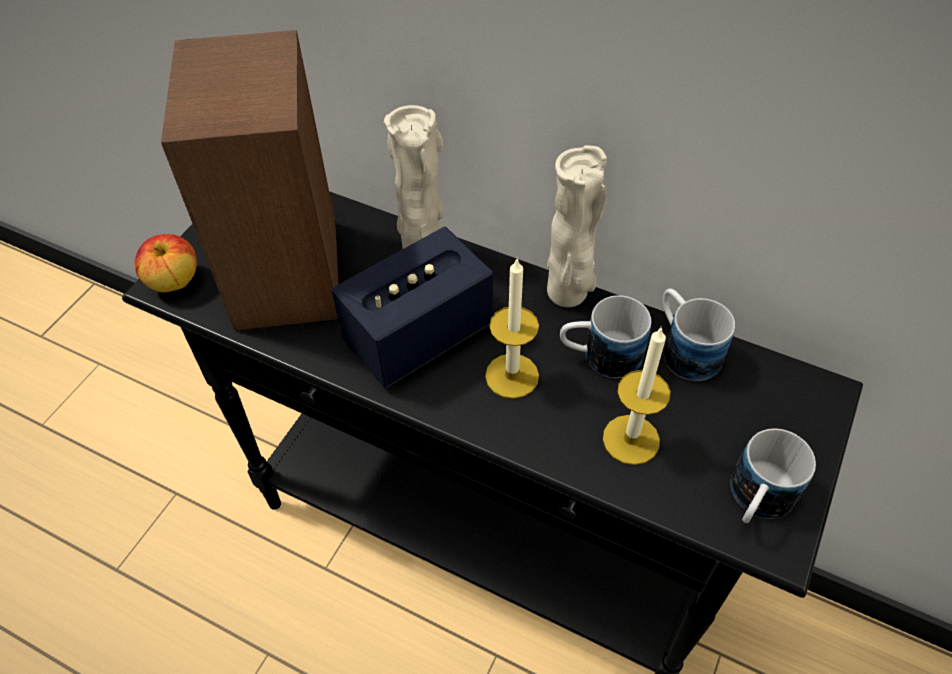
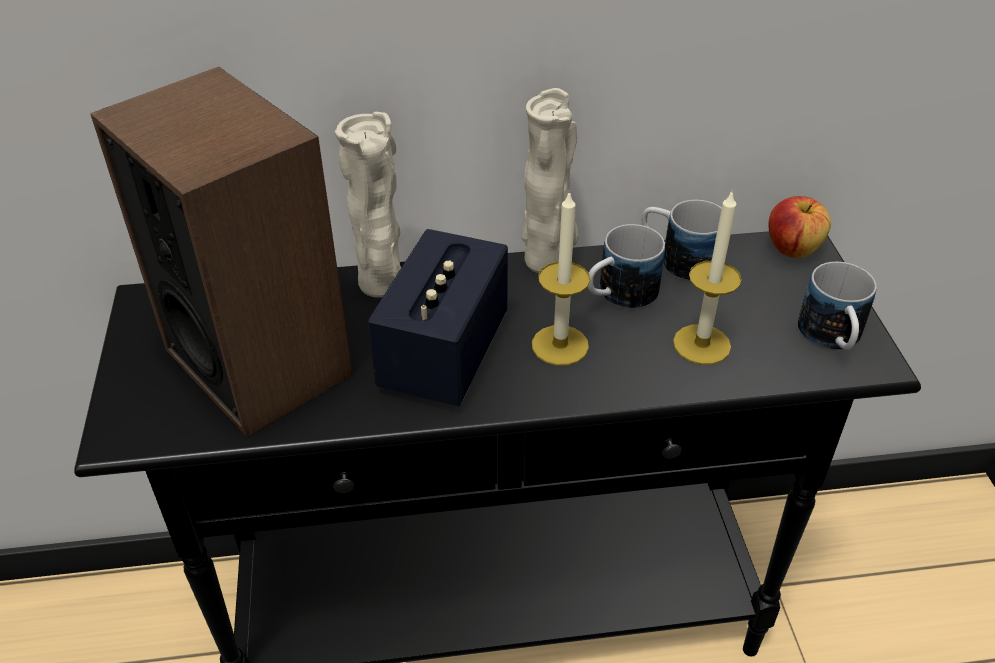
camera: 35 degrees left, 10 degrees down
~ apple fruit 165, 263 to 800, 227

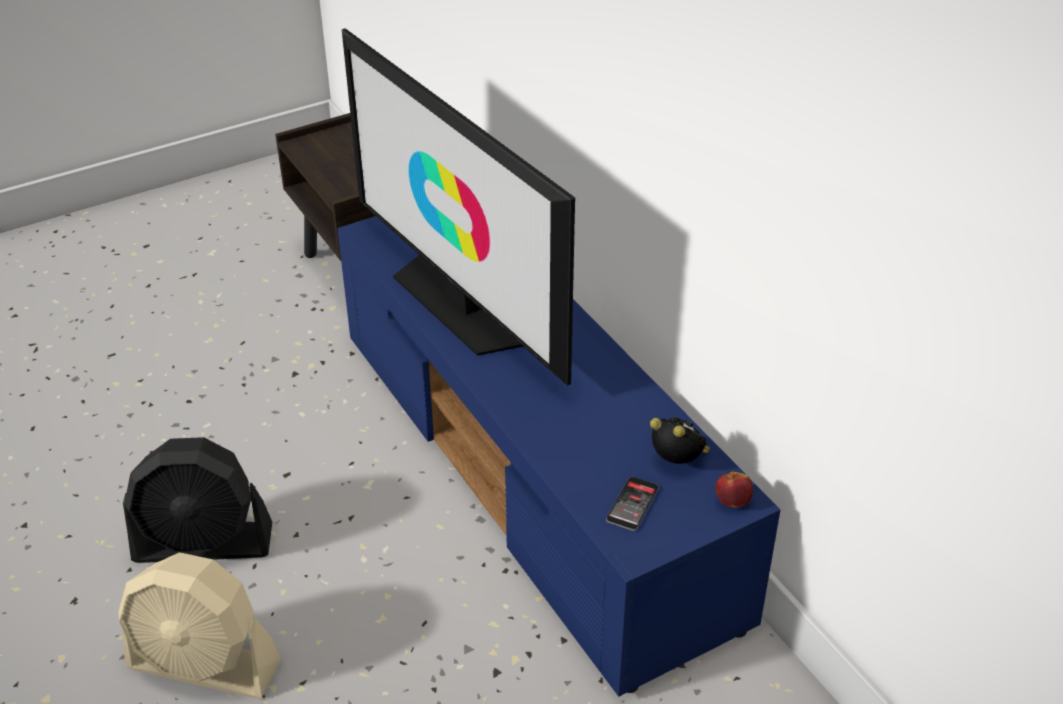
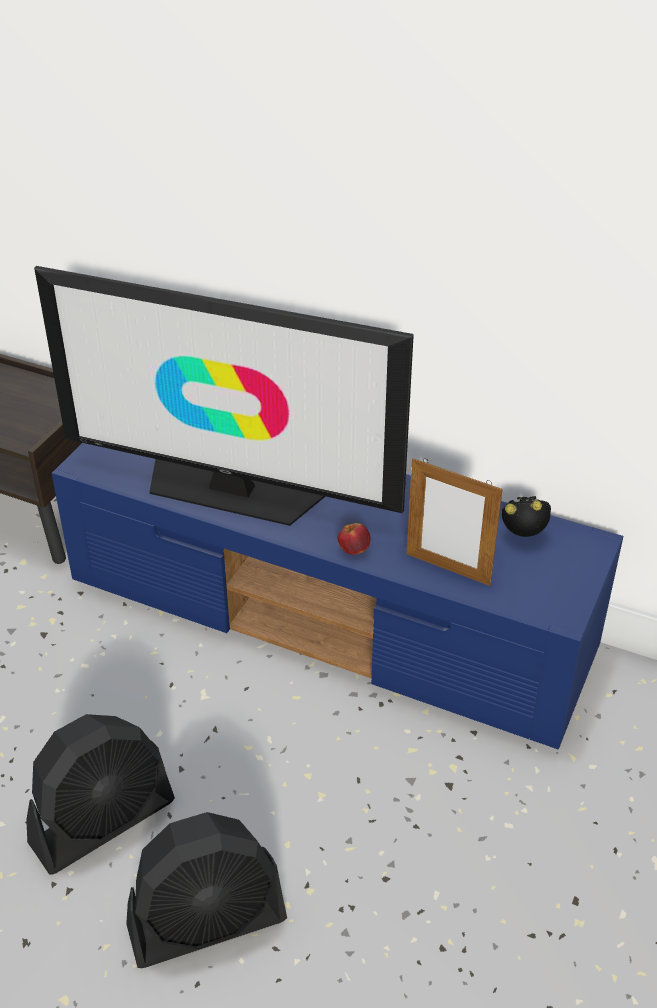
camera: 35 degrees left, 0 degrees up
- phone 632, 503
+ standing frame 454, 522
~ apple fruit 734, 489 to 353, 539
~ cooling fan (sand-coloured) 200, 625 to cooling fan (blackish) 206, 890

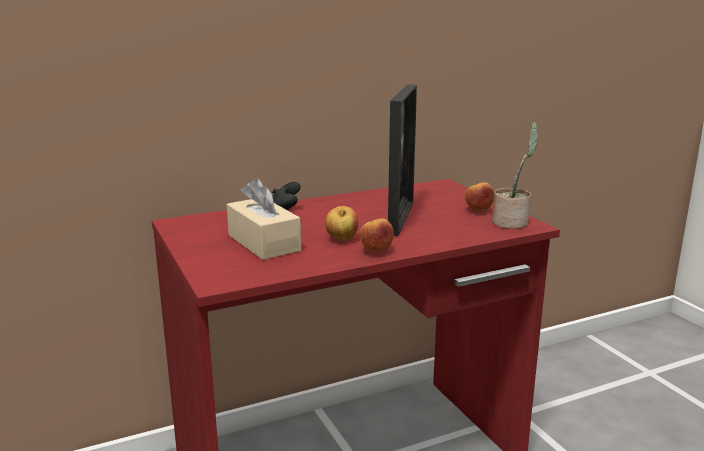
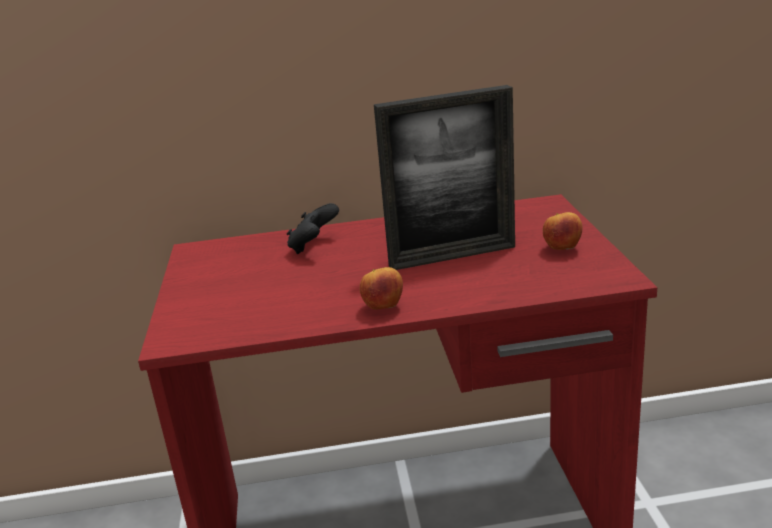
camera: 20 degrees right, 5 degrees up
- tissue holder (sand-coloured) 264, 219
- apple fruit 341, 223
- plant in a pot 515, 175
~ standing frame 402, 160 = 444, 177 45 degrees clockwise

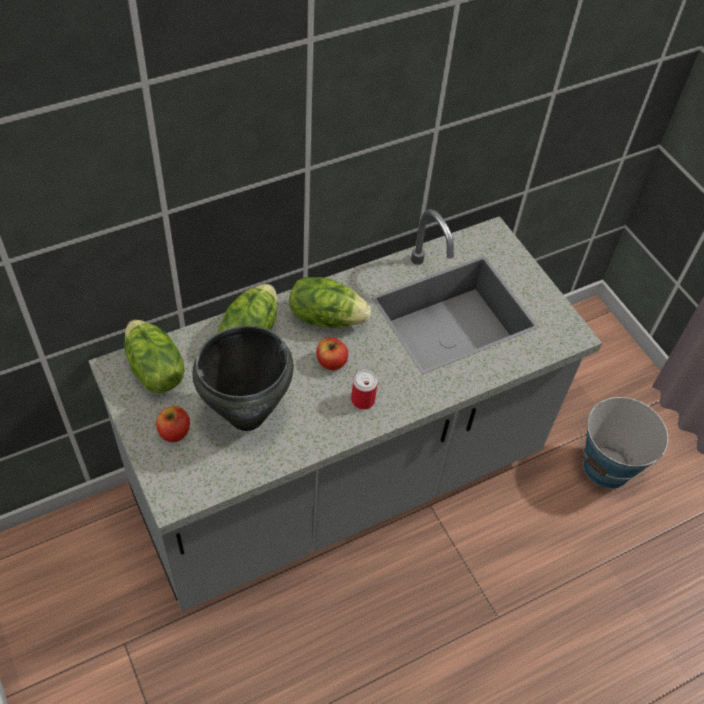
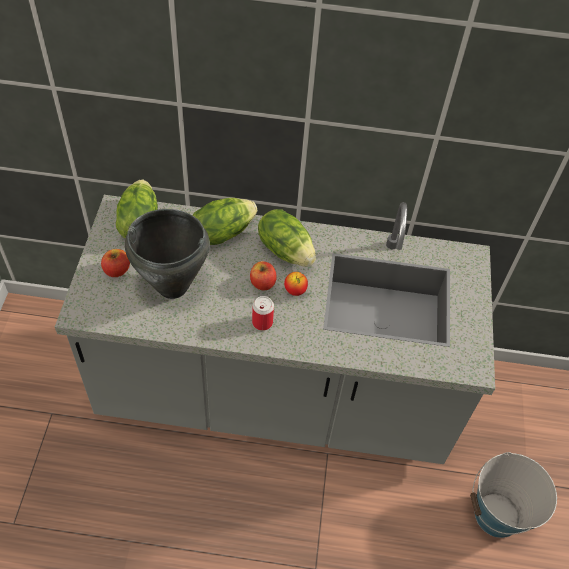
camera: 35 degrees right, 0 degrees up
+ apple fruit 296, 284

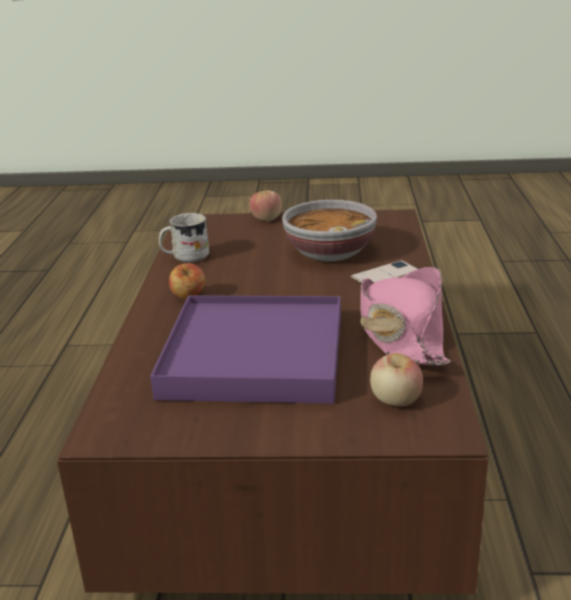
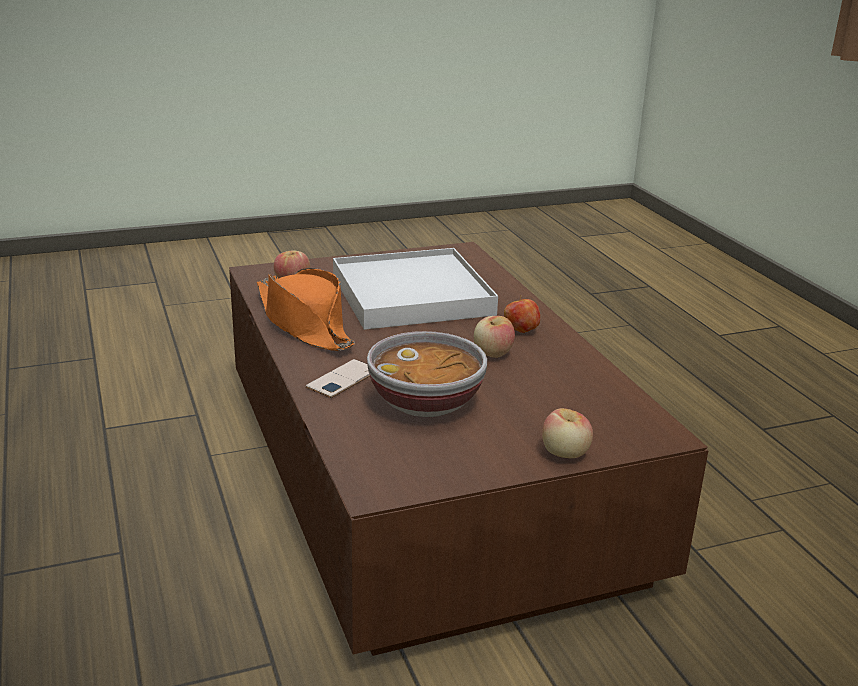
camera: 155 degrees right, 0 degrees up
- tea mug (whitish) 183, 238
+ apple fruit 494, 337
~ carrying tray (purple) 245, 349 to carrying tray (whitish) 415, 289
~ wearable hat (pink) 405, 316 to wearable hat (orange-coloured) 306, 309

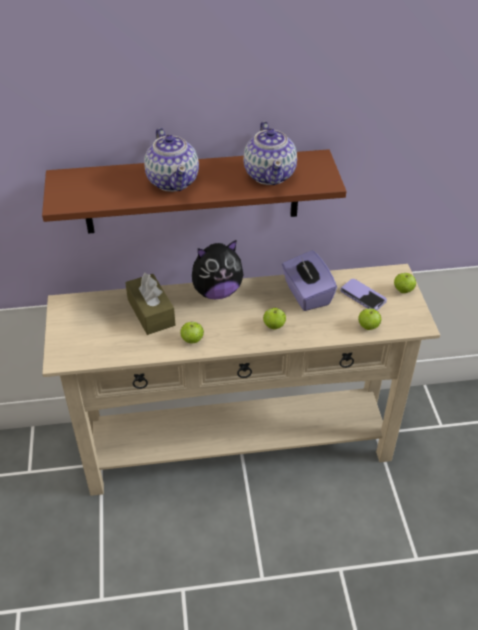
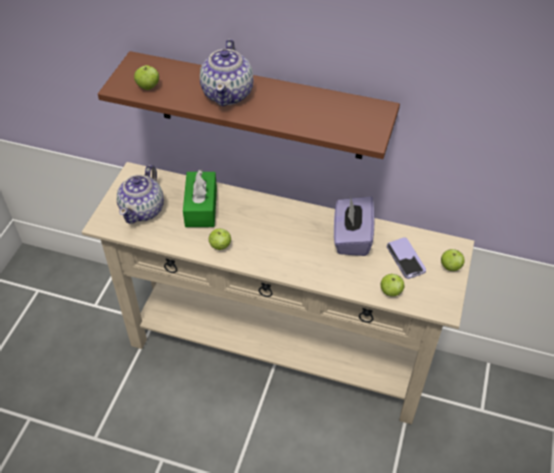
camera: 25 degrees right, 5 degrees up
- soft toy 217, 269
~ teapot 270, 153 to 140, 194
~ apple fruit 274, 318 to 146, 77
~ tissue holder (brownish) 150, 304 to tissue holder (green) 200, 198

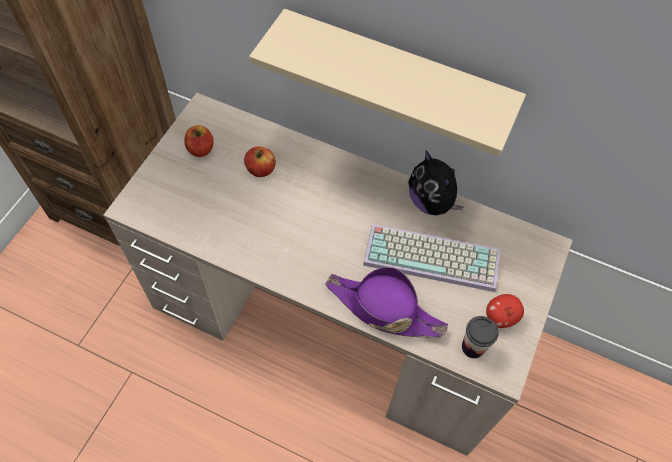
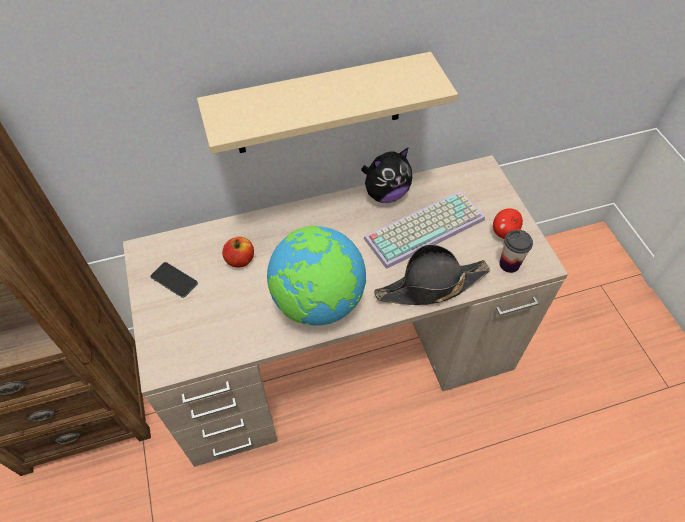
camera: 40 degrees left, 5 degrees down
+ globe 316, 276
~ apple fruit 199, 141 to phone 174, 280
~ wearable hat (purple) 386, 302 to wearable hat (blackish) 432, 274
~ soft toy 436, 182 = 386, 175 45 degrees counterclockwise

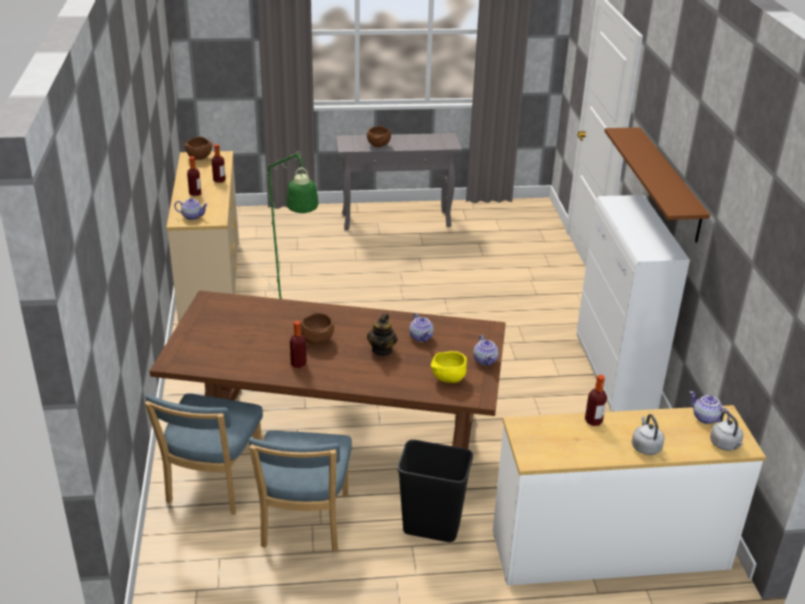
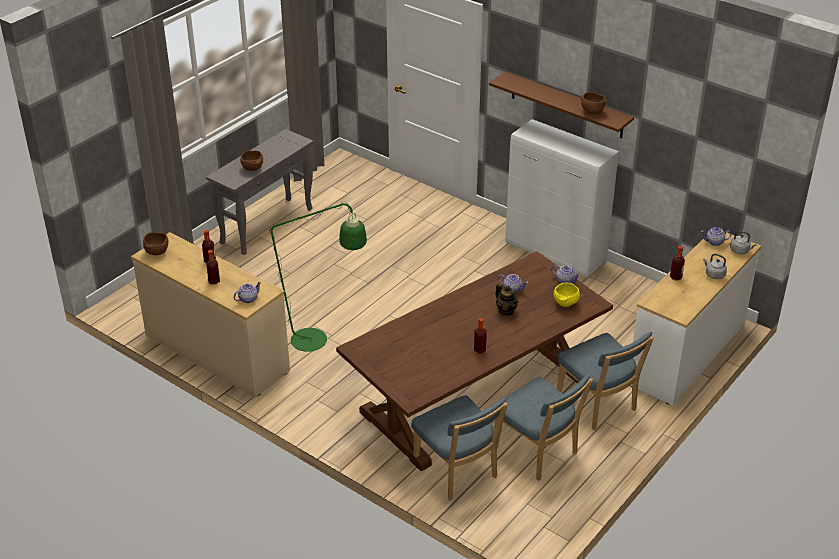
camera: 45 degrees left, 5 degrees up
~ serving bowl (brownish) 317, 329 to 594, 103
~ waste bin (blackish) 435, 491 to chair (bluish) 605, 381

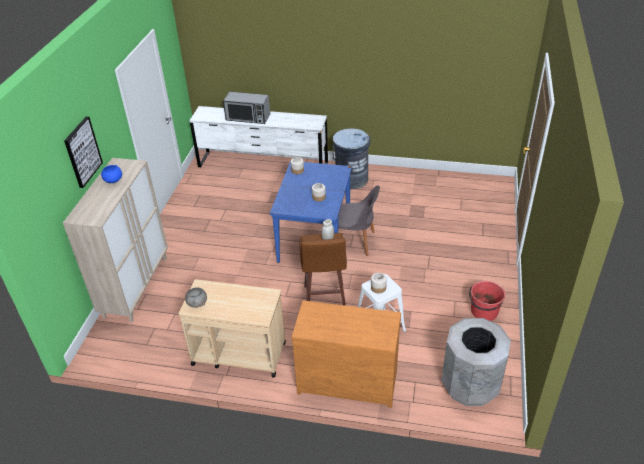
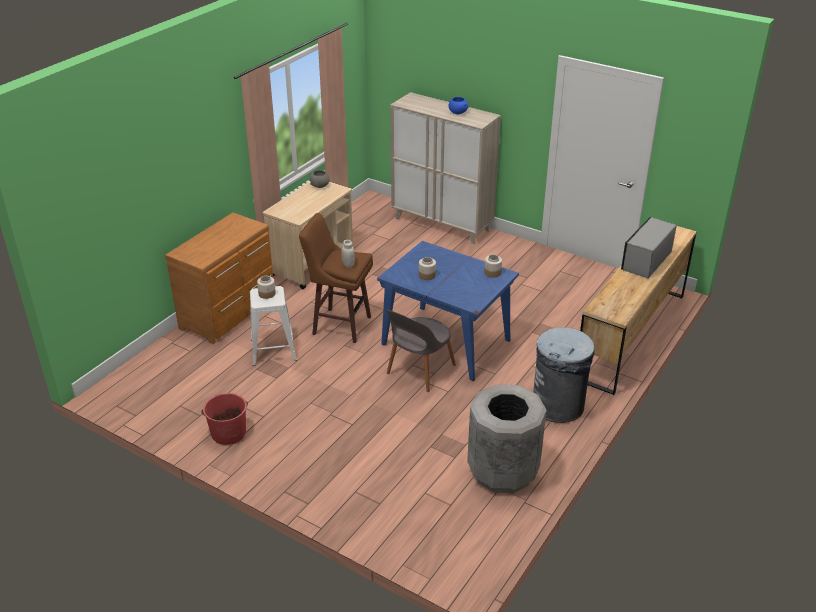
camera: 110 degrees right, 5 degrees down
- wall art 83, 152
~ waste bin (greyish) 476, 362 to 506, 438
~ drawer chest (whitish) 258, 136 to drawer chest (brownish) 638, 310

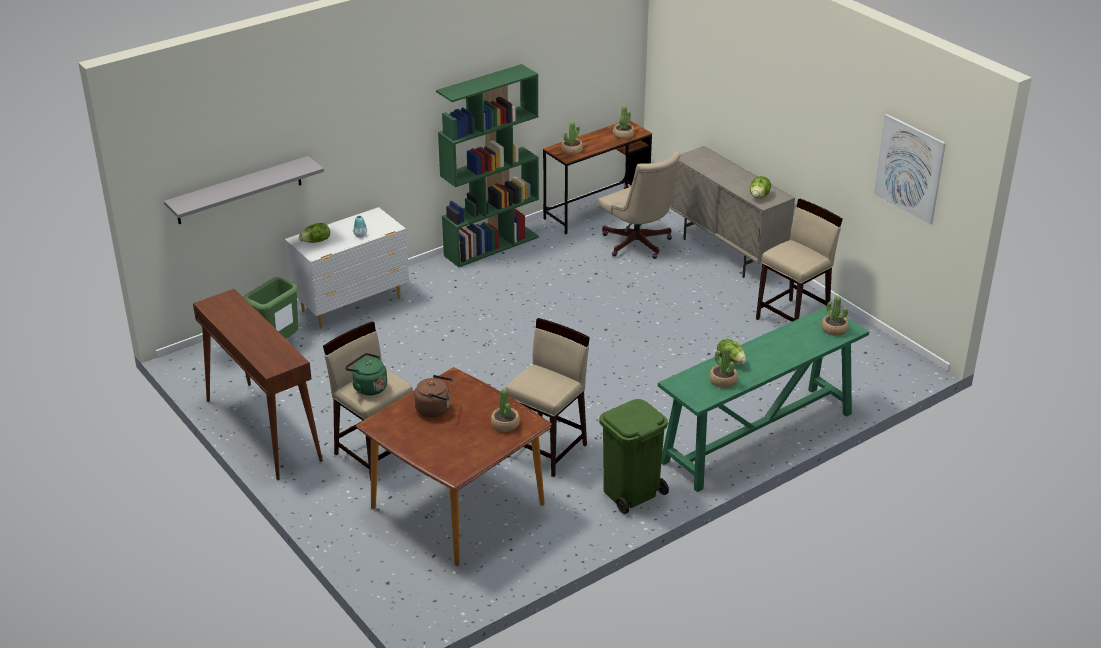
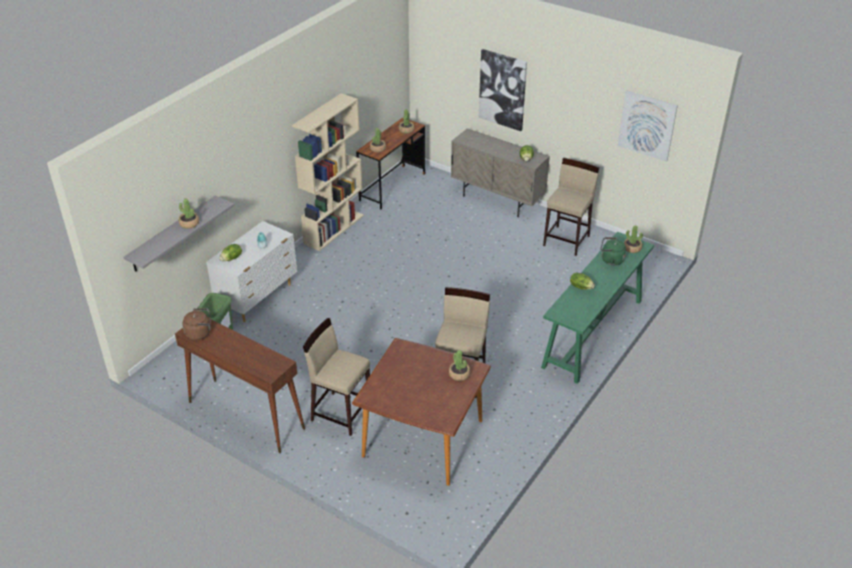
camera: 20 degrees left, 5 degrees up
- office chair (sand-coloured) 639, 205
- waste bin (green) 634, 456
+ wall art 503, 90
~ kettle (green) 366, 374 to 613, 251
~ kettle (brownish) 433, 396 to 196, 324
~ plant in a pot 724, 367 to 189, 214
~ bookcase (green) 487, 165 to bookcase (sand-coloured) 328, 172

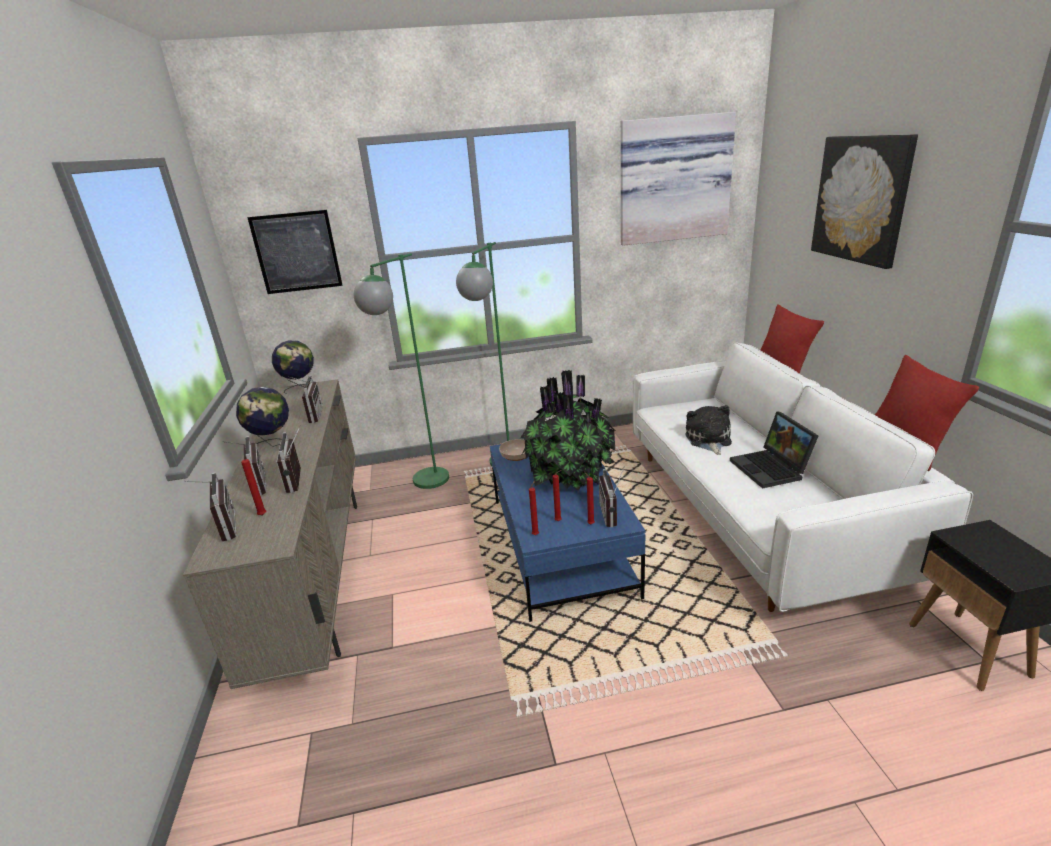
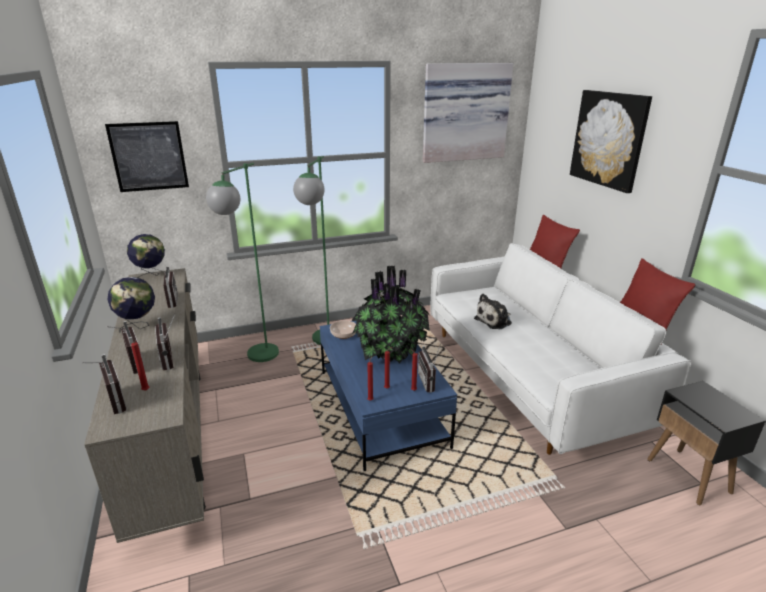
camera: 10 degrees left, 0 degrees up
- laptop 774, 450
~ soft toy 709, 430 = 493, 311 120 degrees counterclockwise

